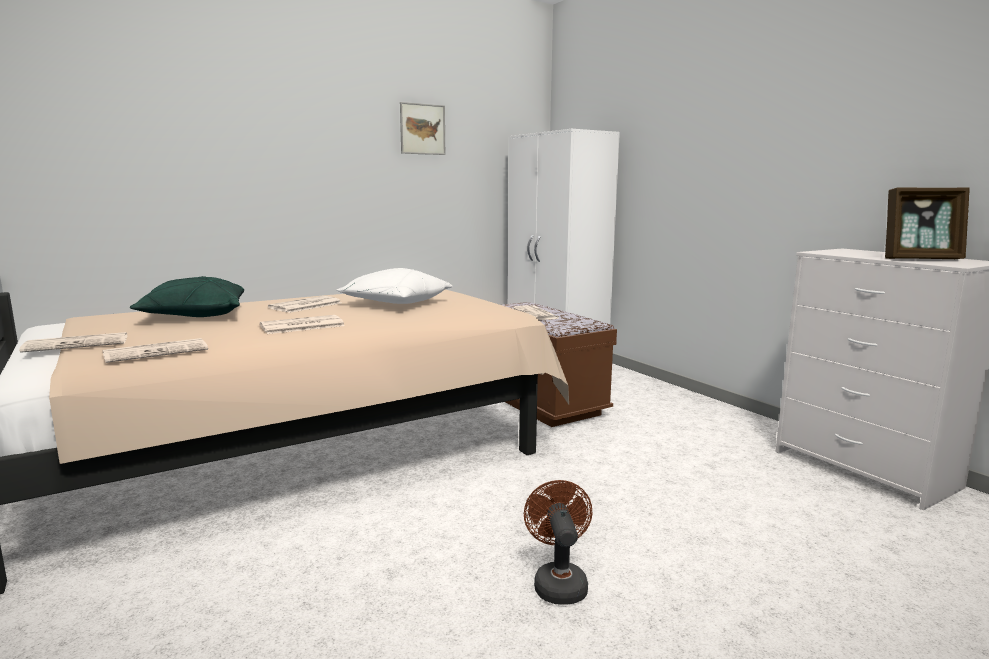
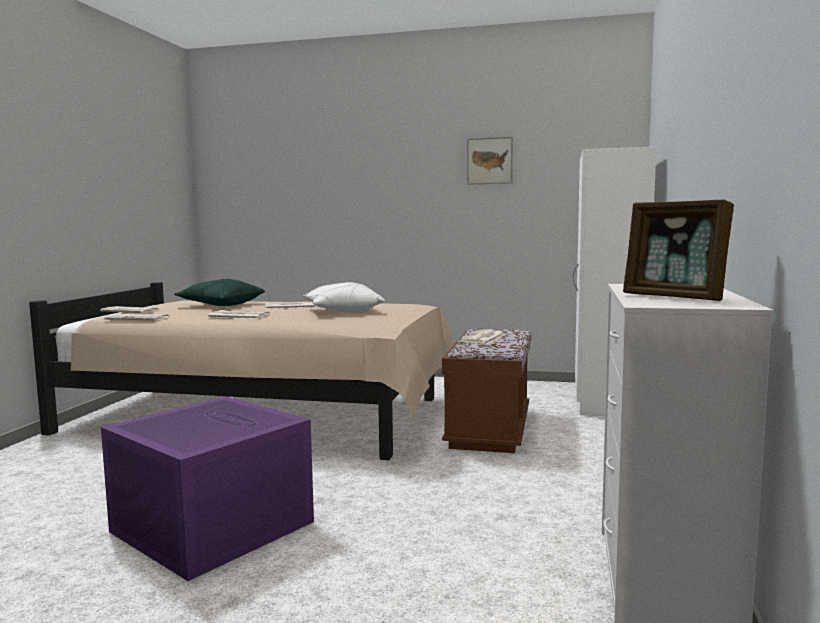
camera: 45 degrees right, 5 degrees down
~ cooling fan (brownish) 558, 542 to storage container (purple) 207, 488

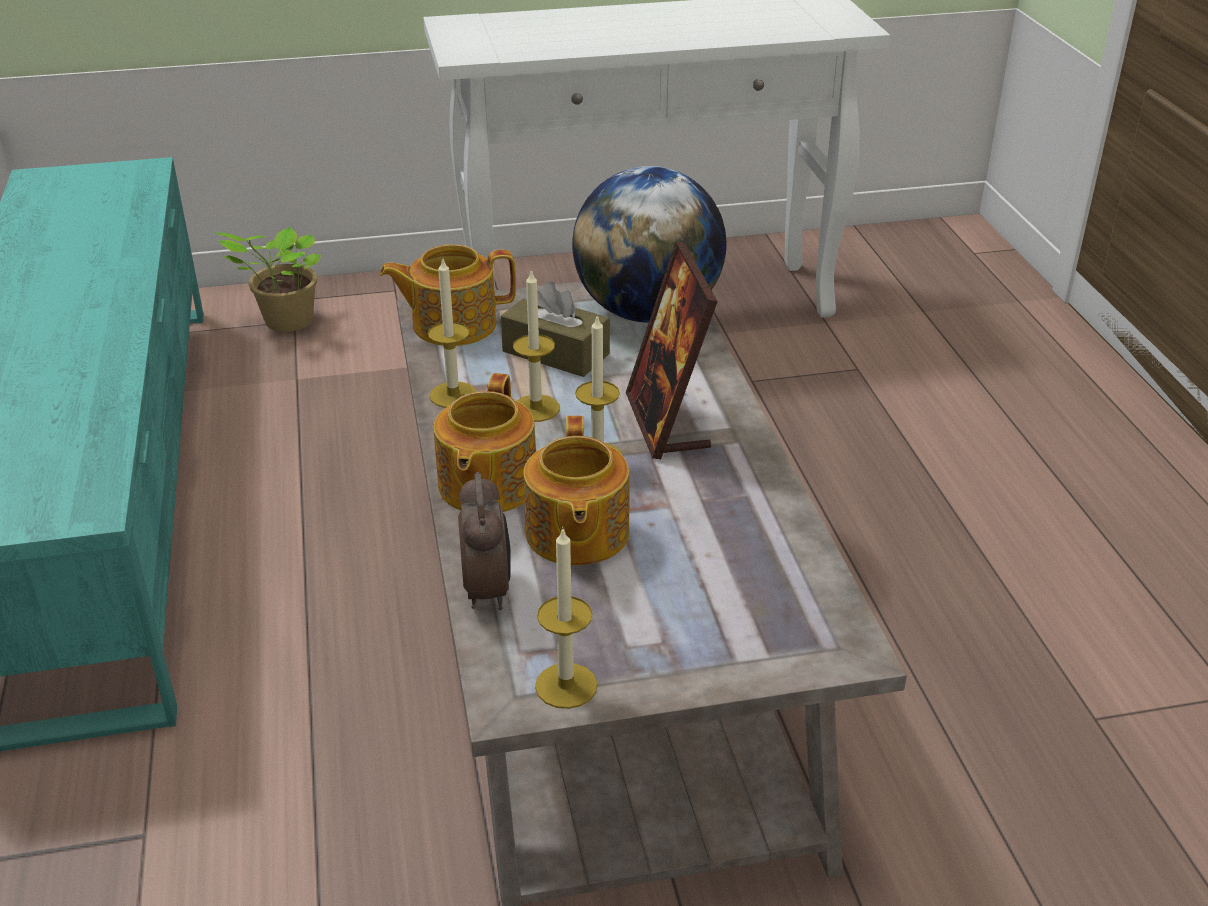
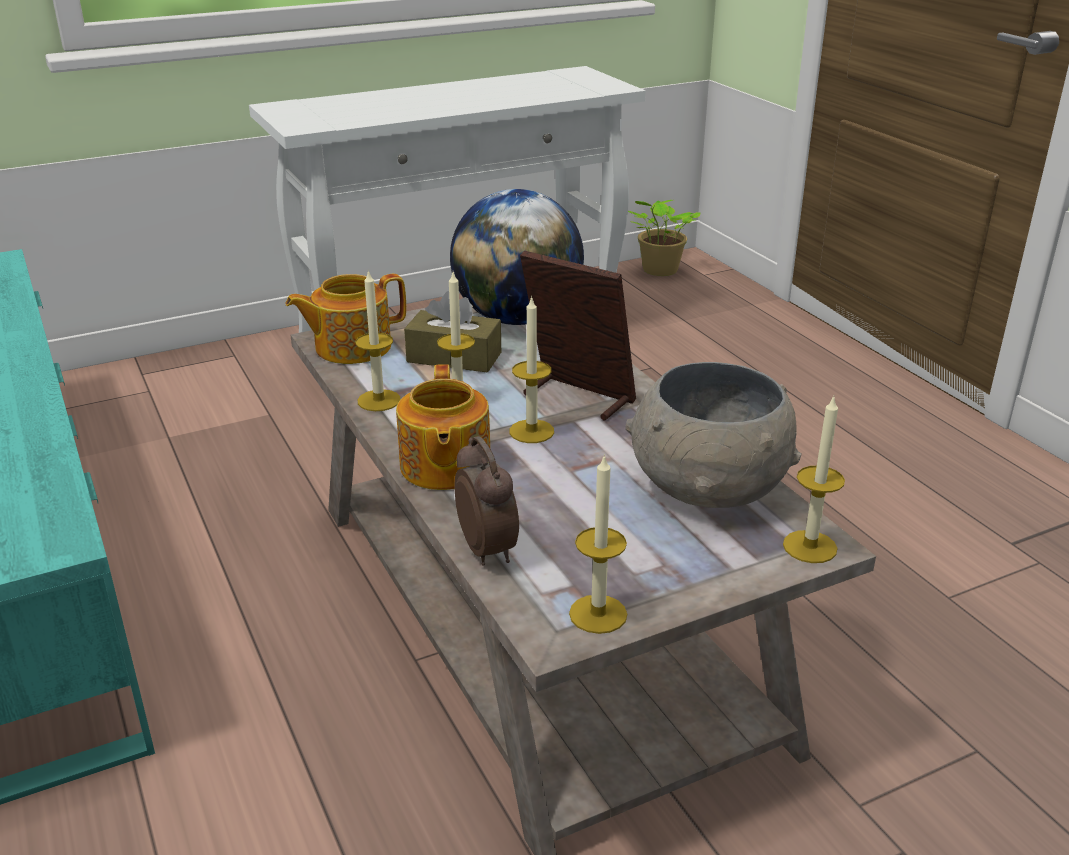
camera: 15 degrees left, 5 degrees down
- teapot 576, 490
+ serving bowl (greyish) 713, 435
+ wax light 814, 479
~ plant in a pot 268, 279 to 664, 238
~ standing frame 672, 350 = 578, 335 150 degrees clockwise

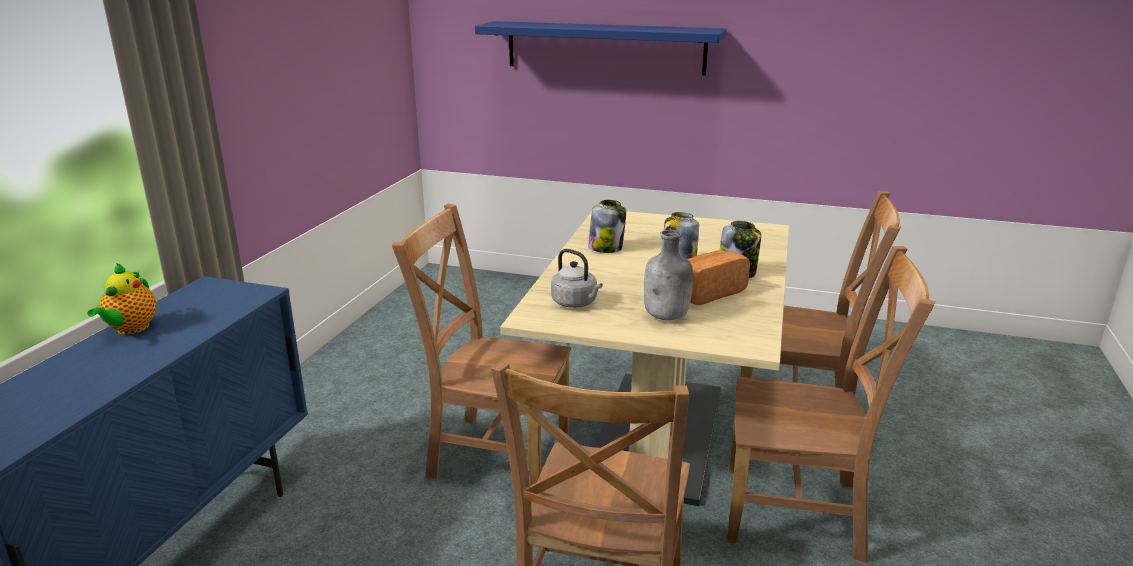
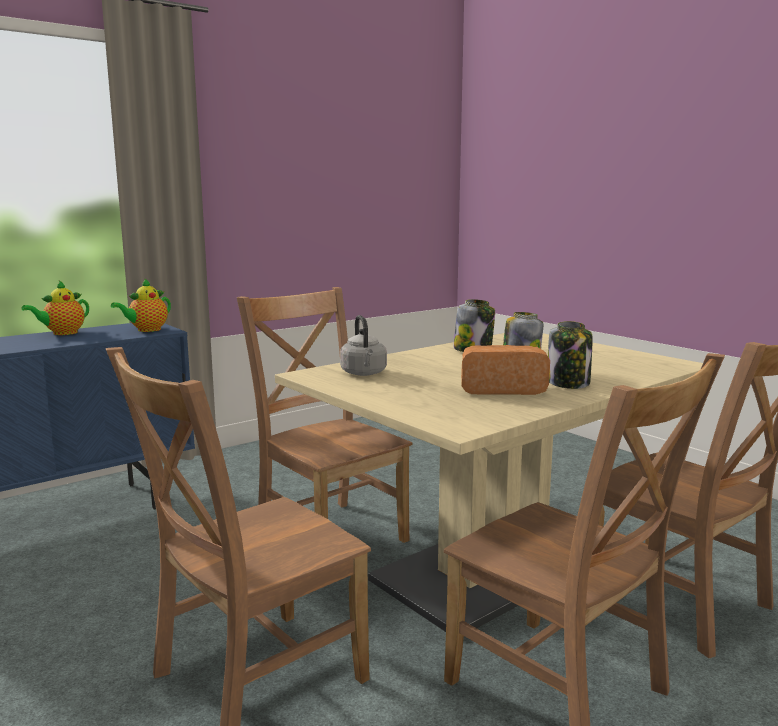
camera: 35 degrees right, 10 degrees down
- bracket shelf (bluish) 601, 48
- bottle (greyish) 668, 275
+ teapot 141, 305

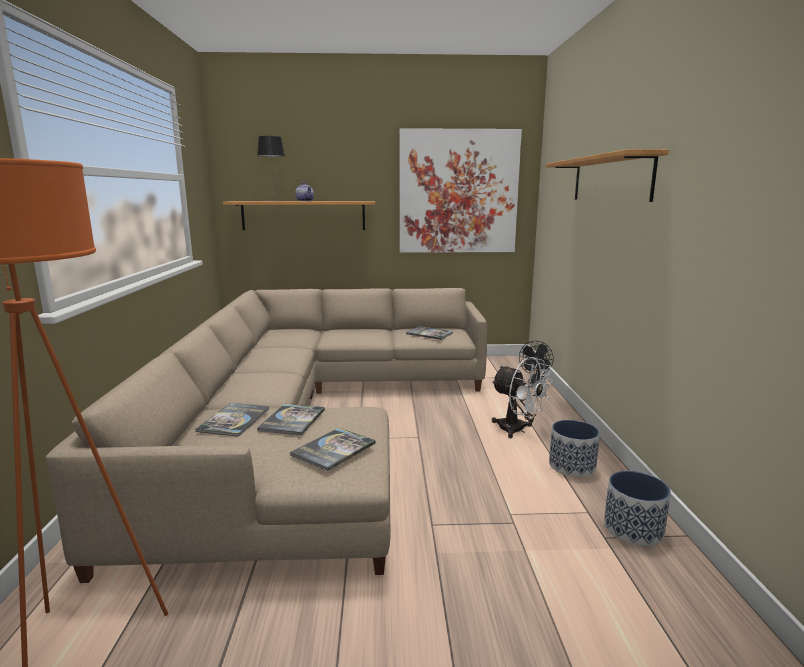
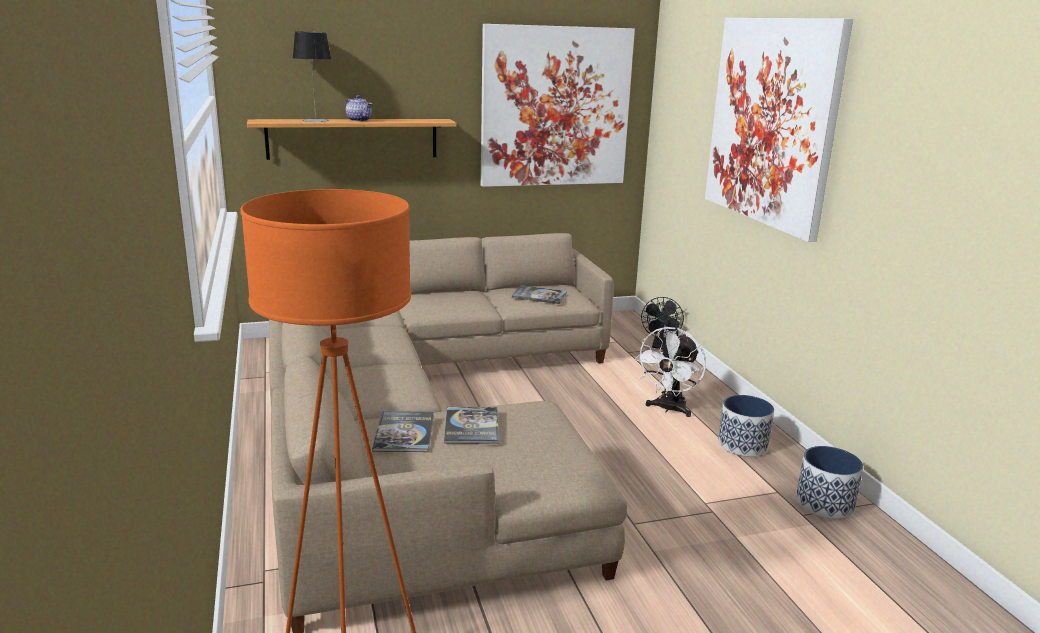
camera: 15 degrees left, 5 degrees up
- bound book 333, 449
~ bracket shelf 607, 175 to wall art 779, 130
~ cooling fan (whitish) 522, 397 = 670, 372 90 degrees clockwise

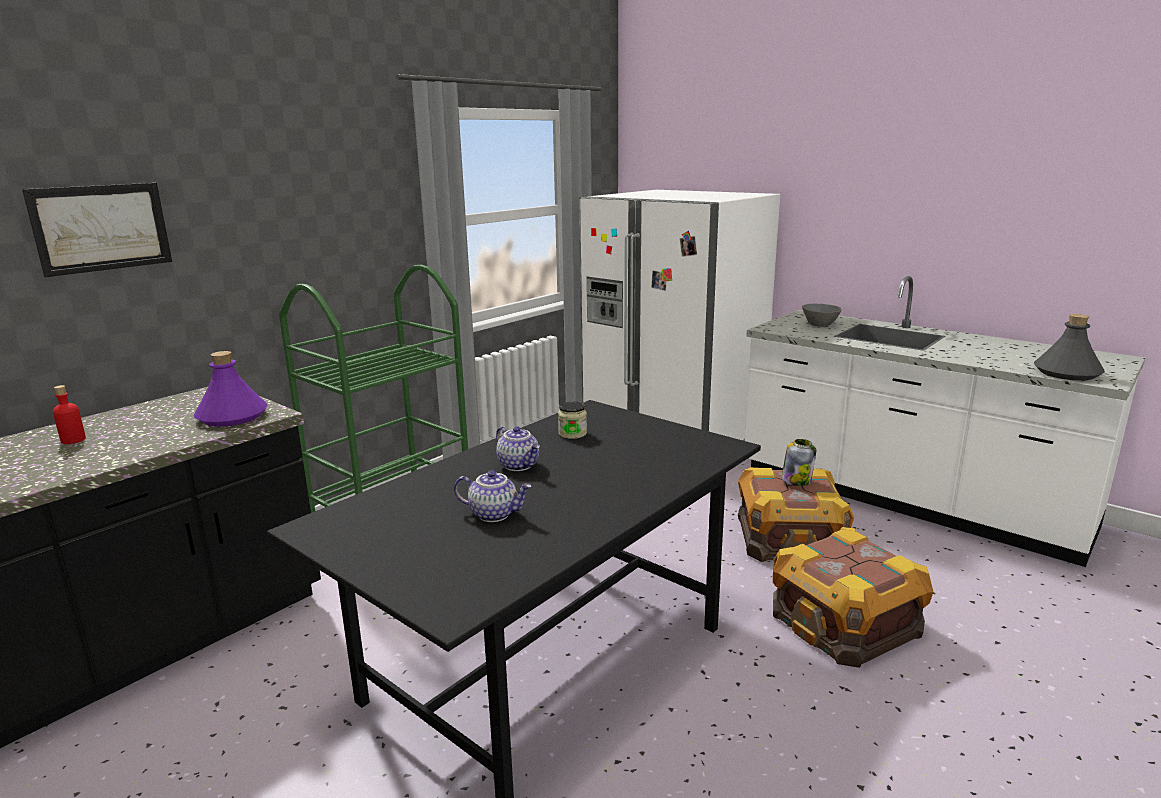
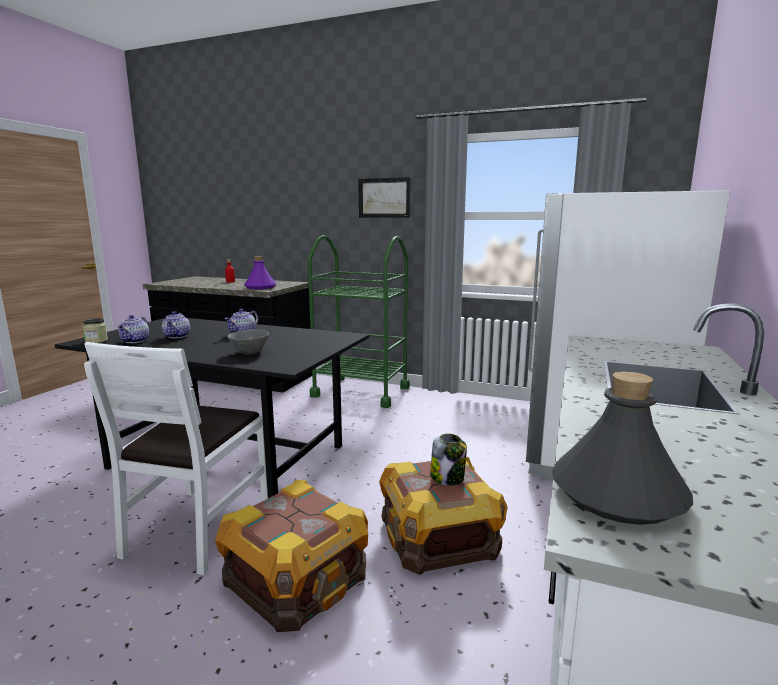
camera: 70 degrees right, 5 degrees down
+ chair (whitish) 176, 458
+ teapot 133, 329
~ wall art 97, 230 to 384, 197
~ jar 572, 420 to 95, 330
~ serving bowl (greyish) 822, 315 to 248, 342

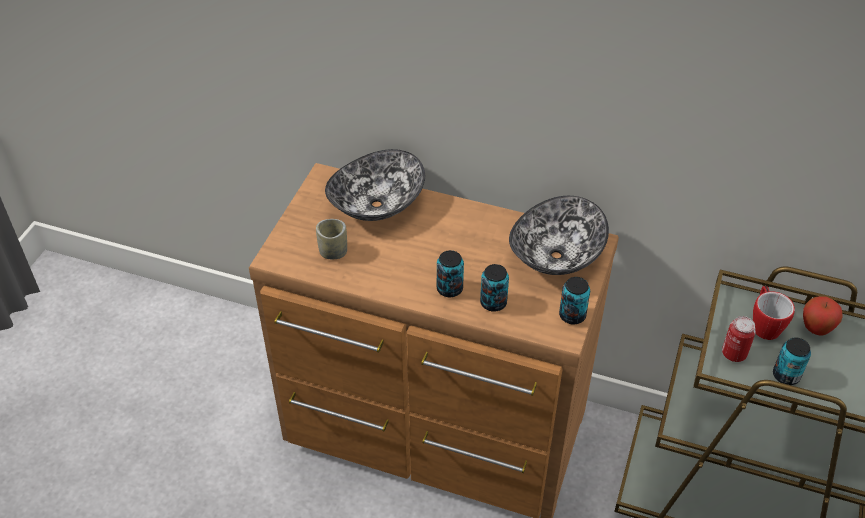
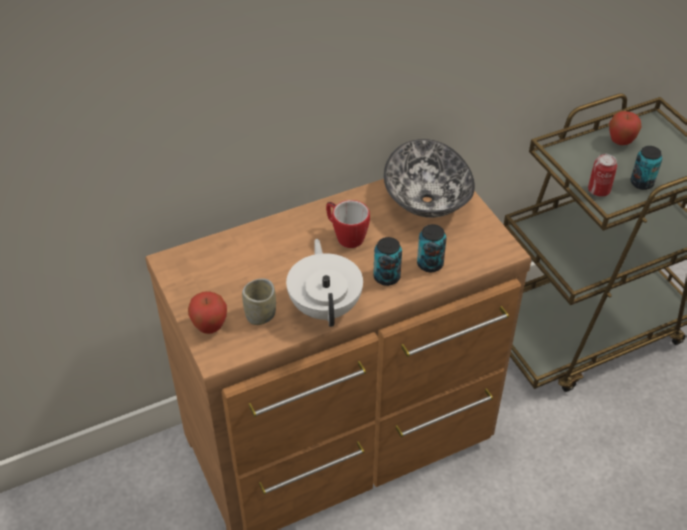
camera: 45 degrees left, 0 degrees up
- serving bowl 375, 185
- metal can 574, 300
+ apple fruit 207, 312
+ teapot (whitish) 324, 283
~ tea mug 774, 312 to 348, 224

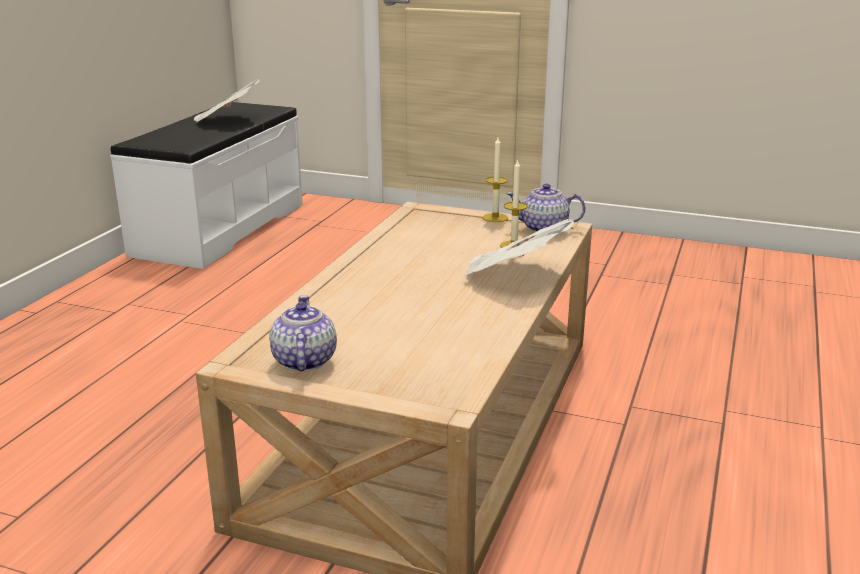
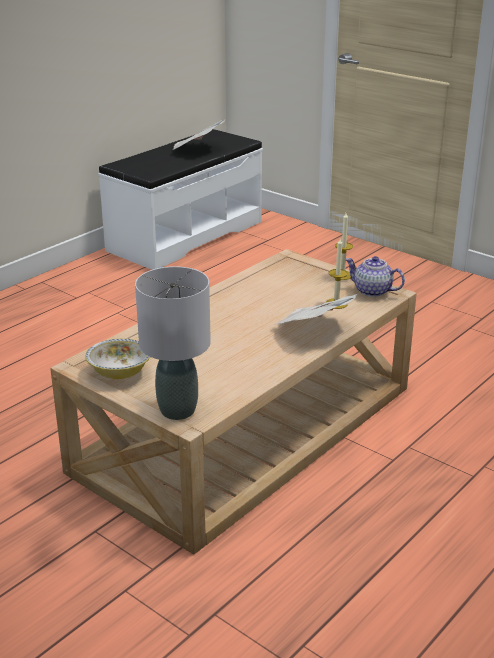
camera: 20 degrees right, 5 degrees up
+ lamp for a table (greyish) 173, 343
~ teapot 303, 333 to serving bowl 117, 358

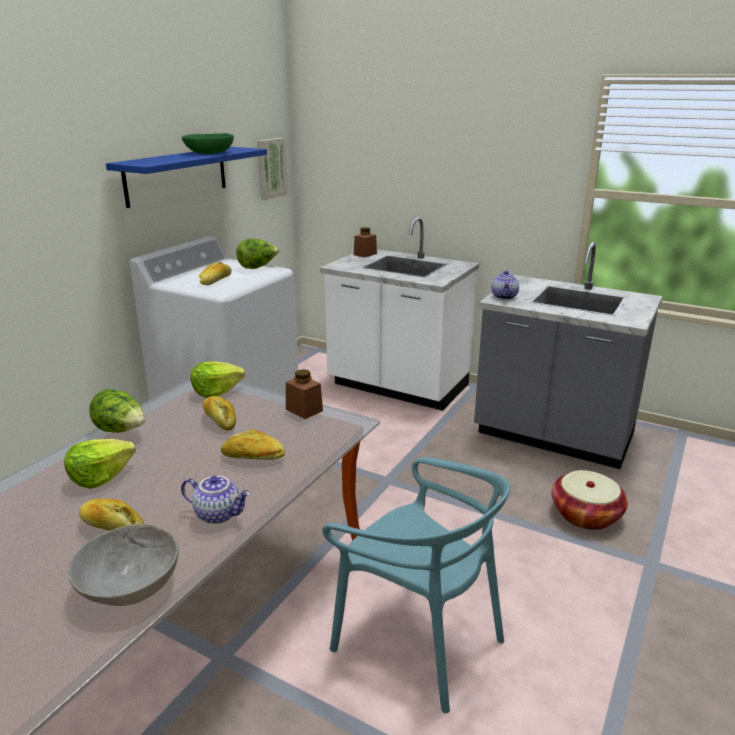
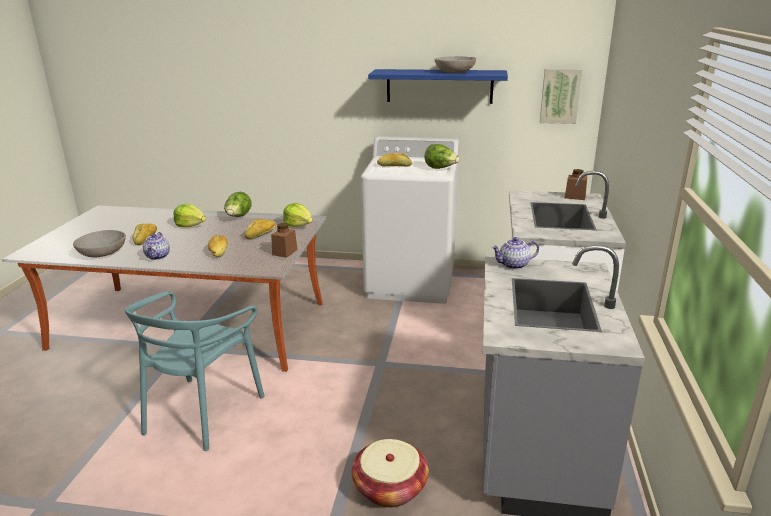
camera: 70 degrees right, 0 degrees up
~ serving bowl (green) 208, 143 to serving bowl (greyish) 455, 64

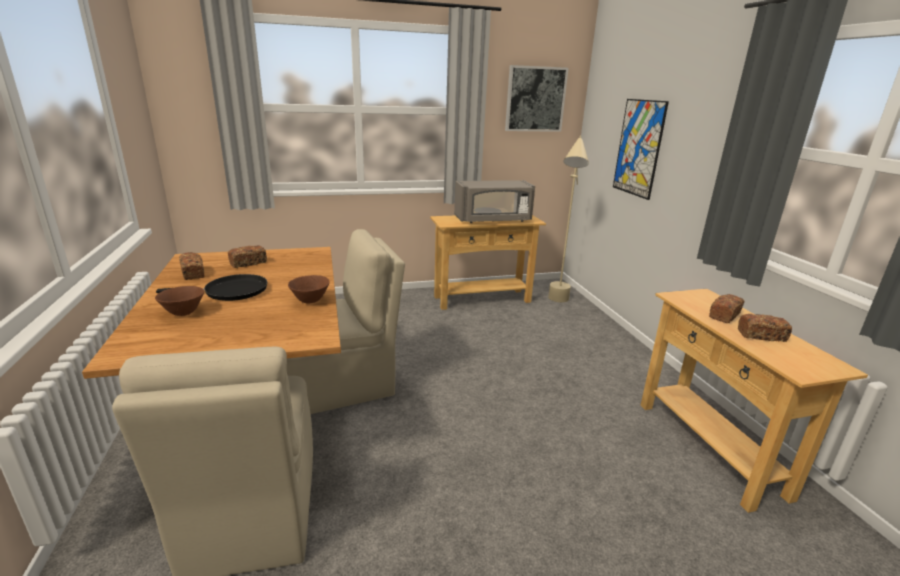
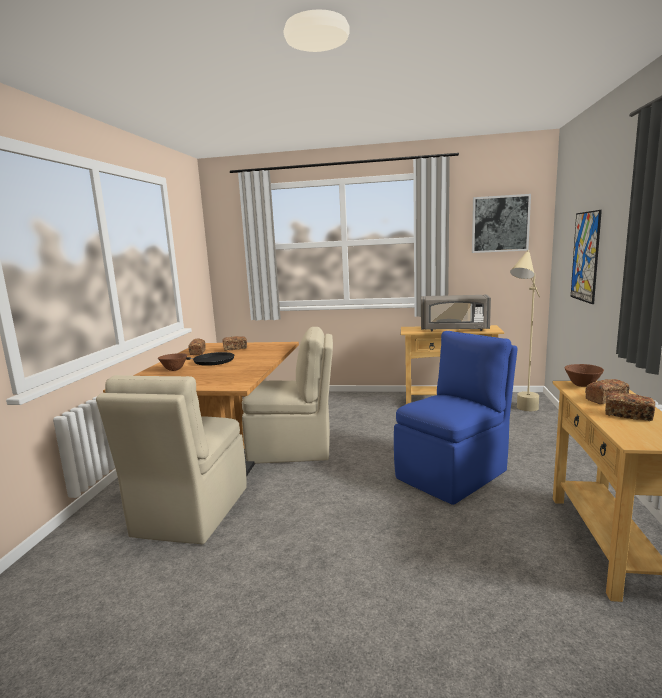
camera: 25 degrees right, 10 degrees down
+ chair (bluish) 456, 418
~ serving bowl (brownish) 309, 289 to 584, 375

